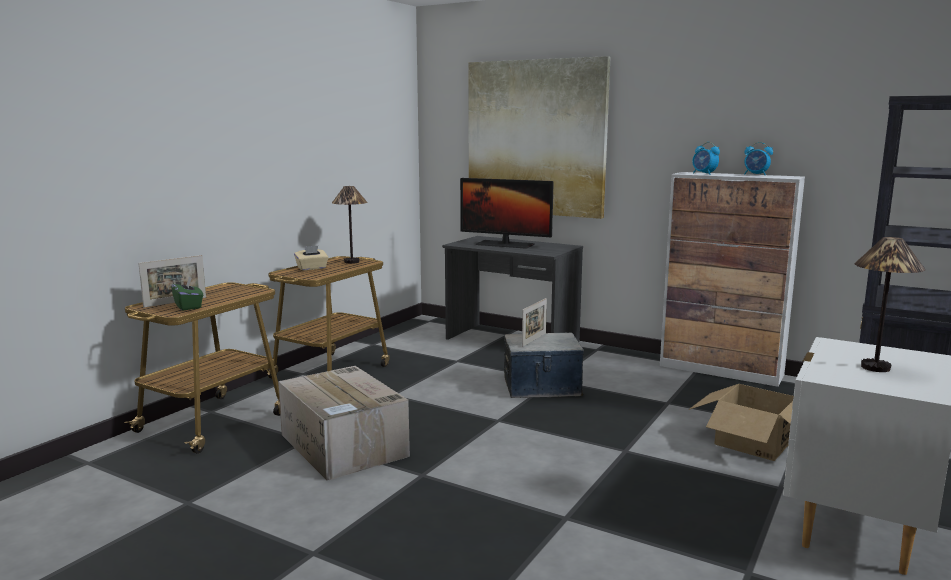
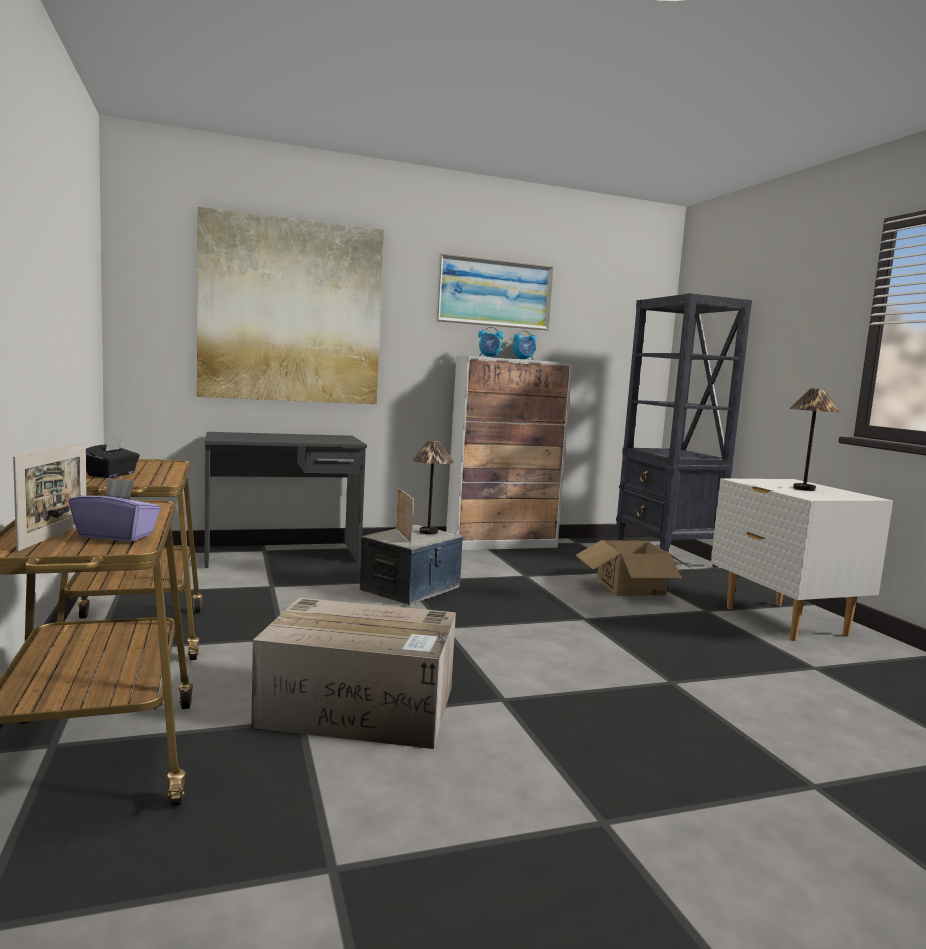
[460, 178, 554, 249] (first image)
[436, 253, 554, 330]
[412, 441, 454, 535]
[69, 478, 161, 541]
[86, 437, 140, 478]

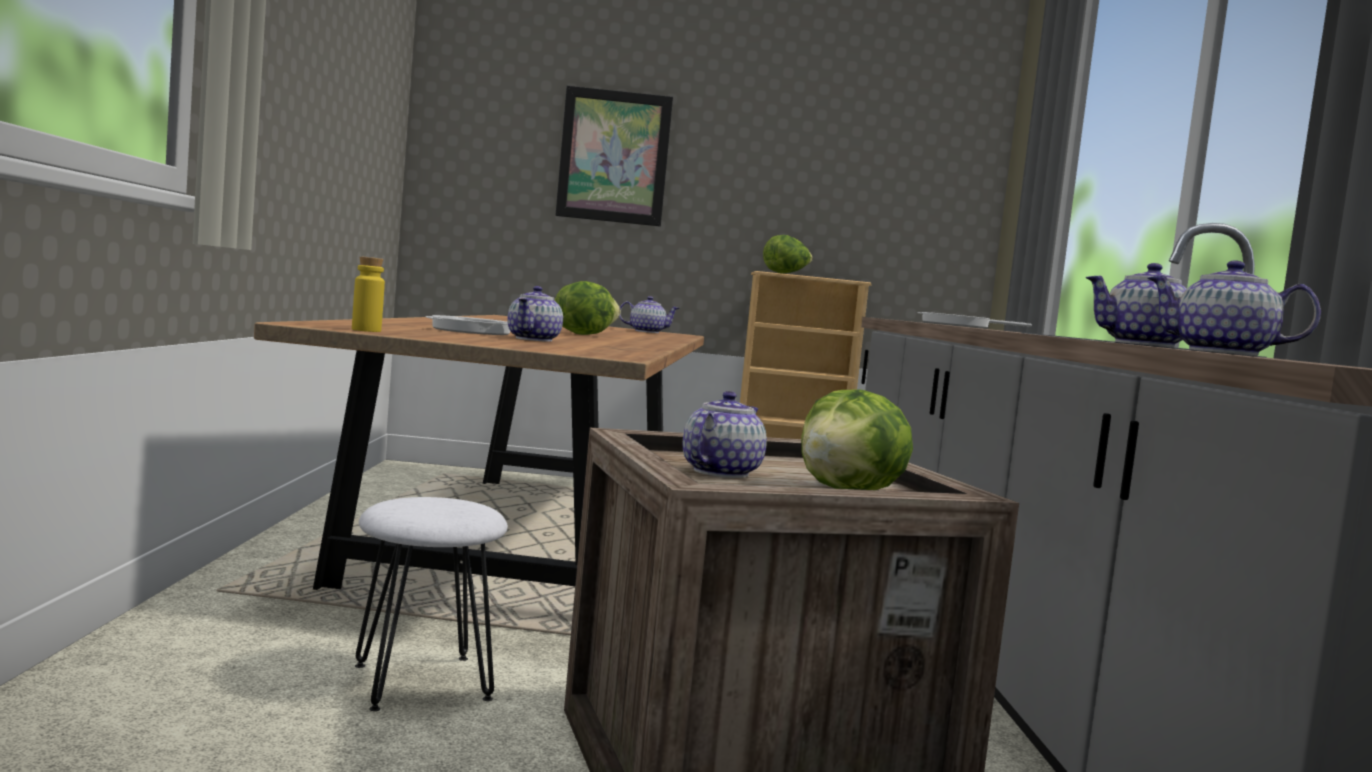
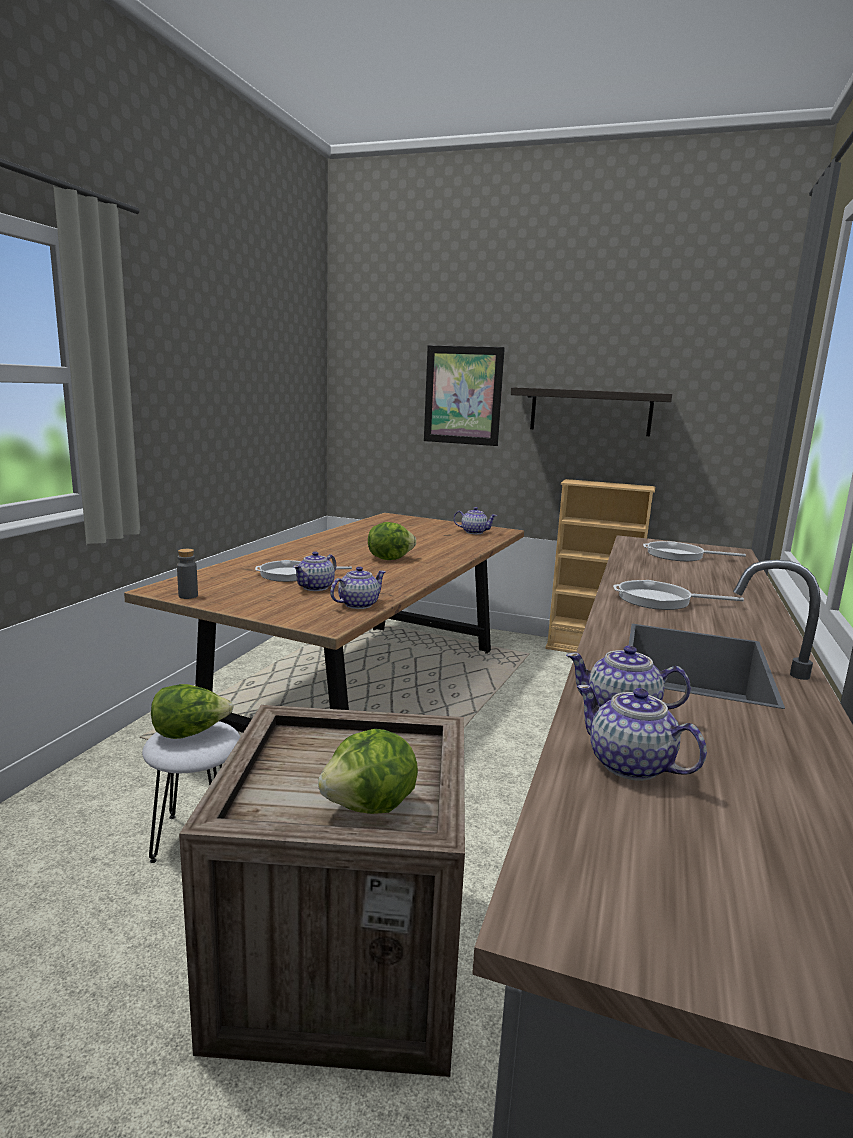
[511, 387, 672, 436]
[613, 580, 744, 610]
[330, 566, 386, 609]
[151, 684, 234, 739]
[177, 549, 198, 599]

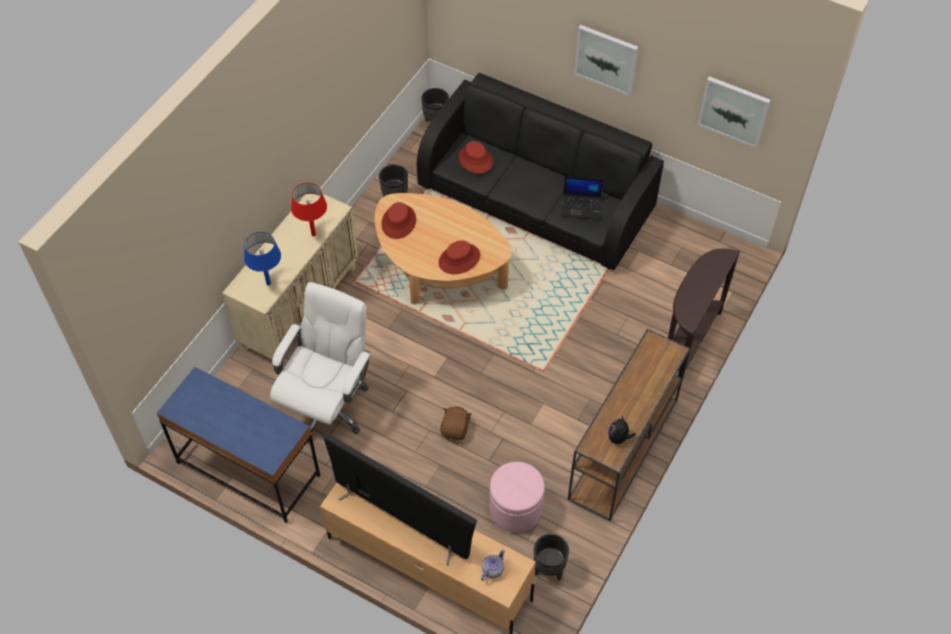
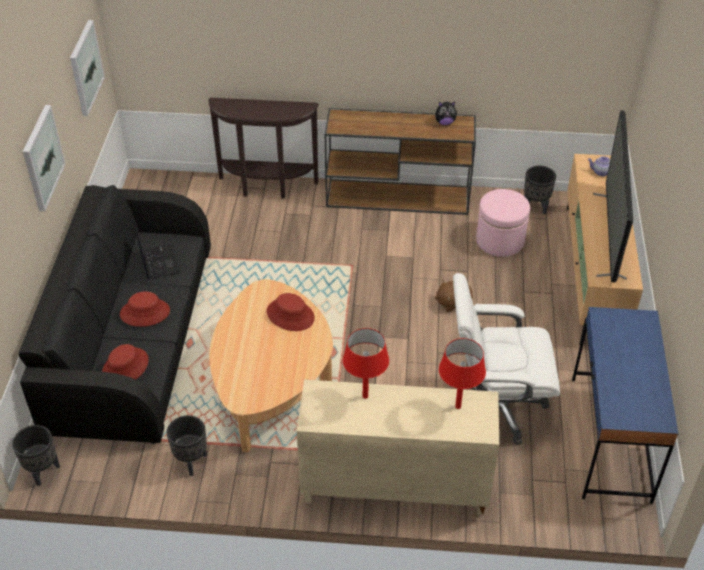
[120, 292, 170, 327]
[439, 338, 486, 409]

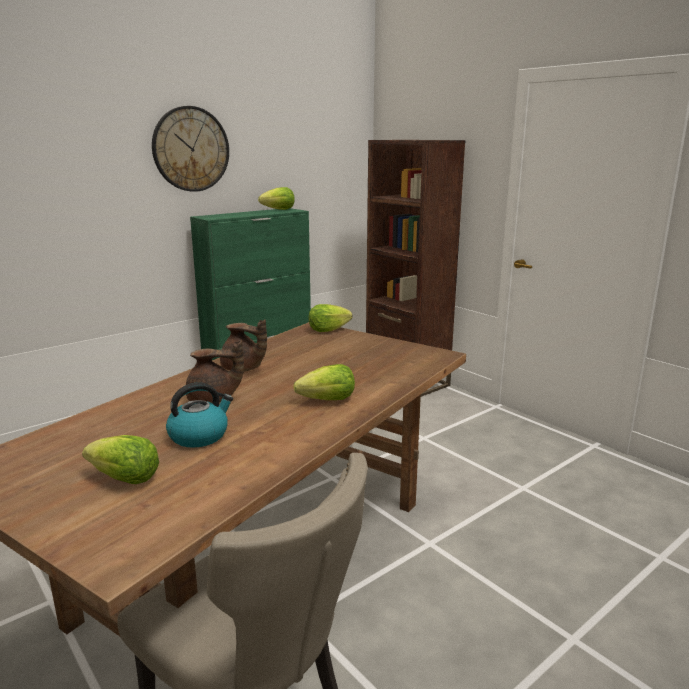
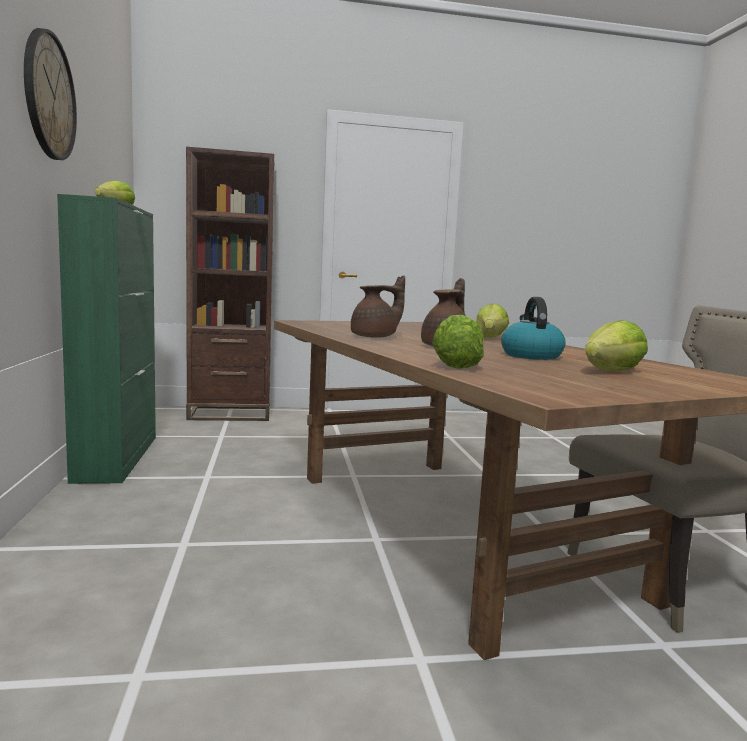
[432, 315, 484, 369]

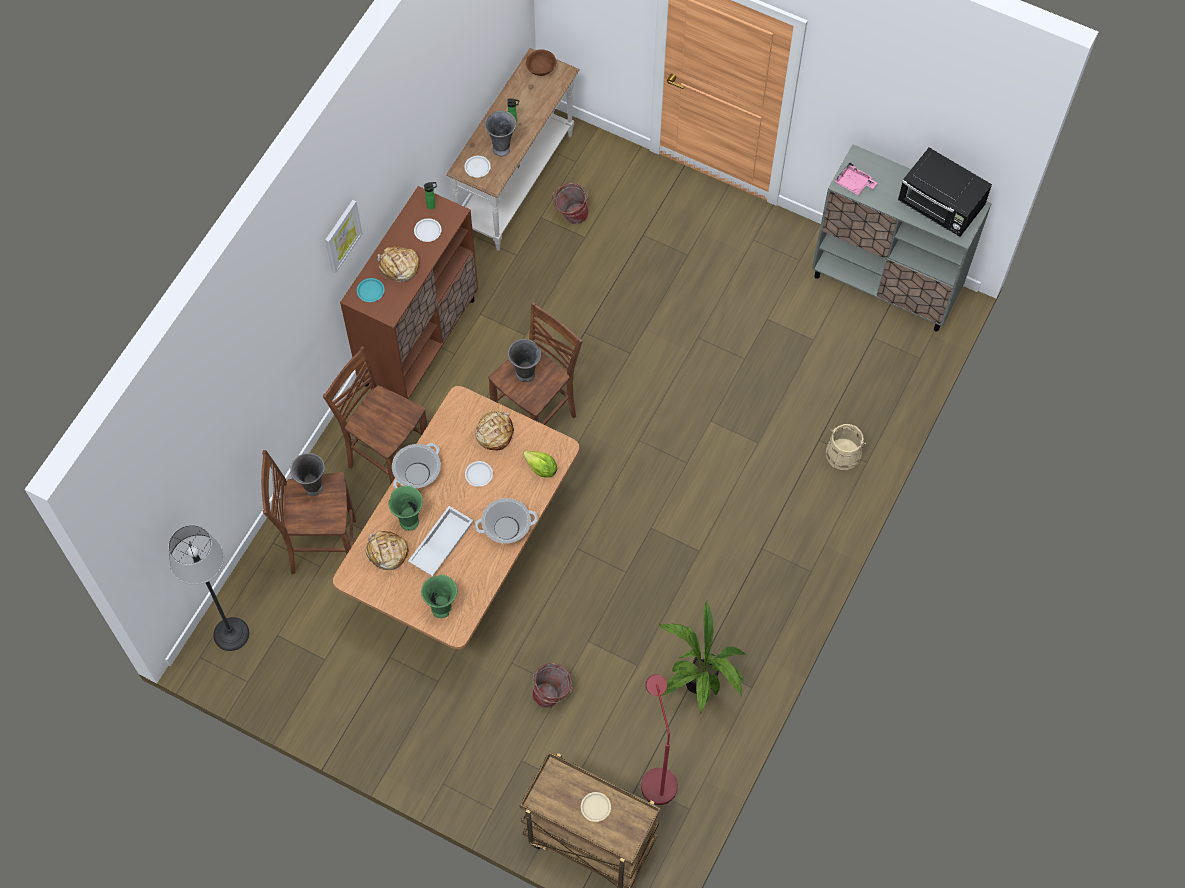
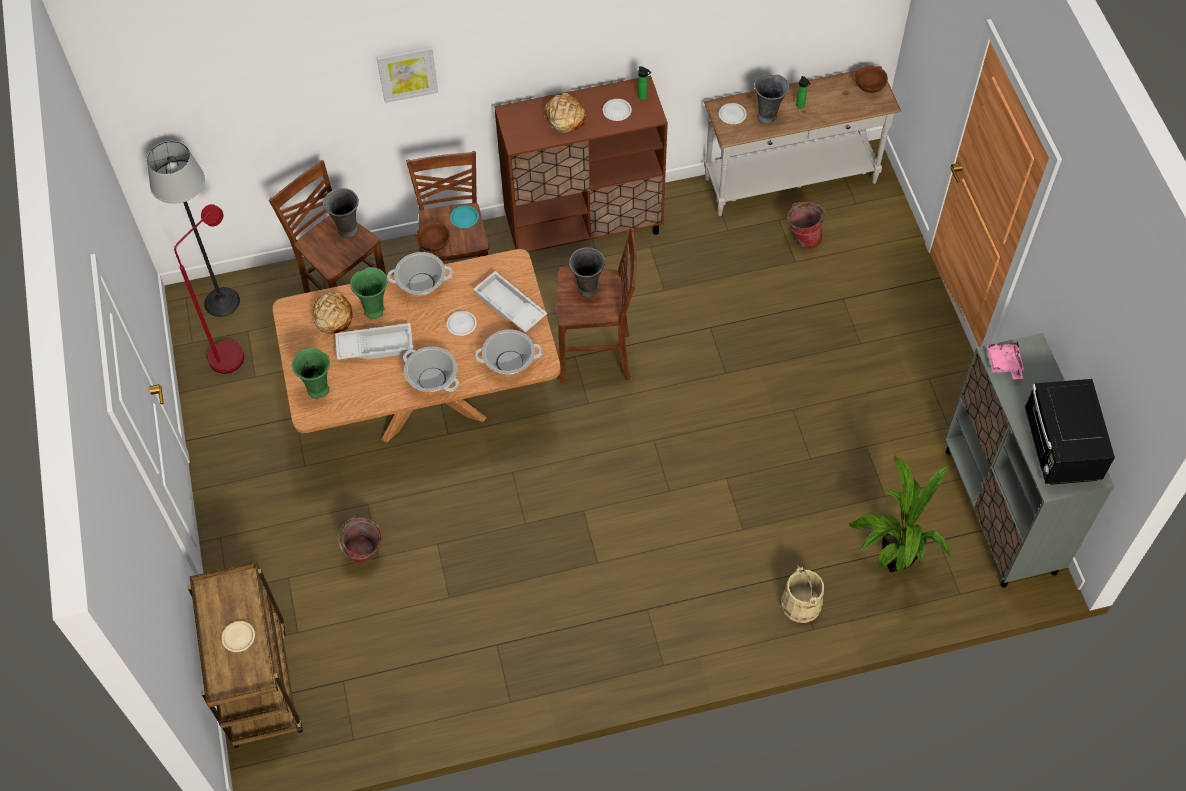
[416, 222, 450, 252]
[376, 46, 438, 103]
[450, 205, 479, 228]
[174, 204, 244, 373]
[849, 455, 951, 573]
[473, 271, 548, 333]
[475, 329, 543, 375]

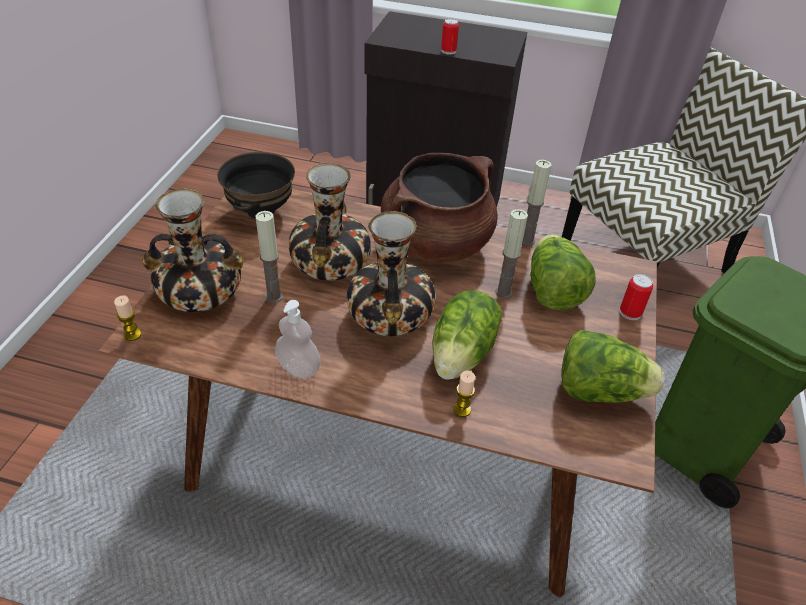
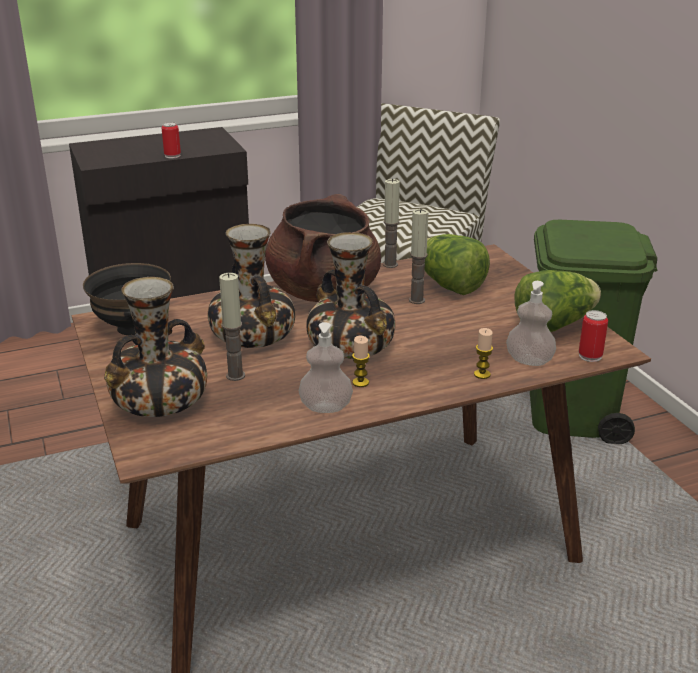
[432, 290, 502, 380] (first image)
[506, 281, 556, 366]
[352, 336, 370, 387]
[579, 310, 608, 362]

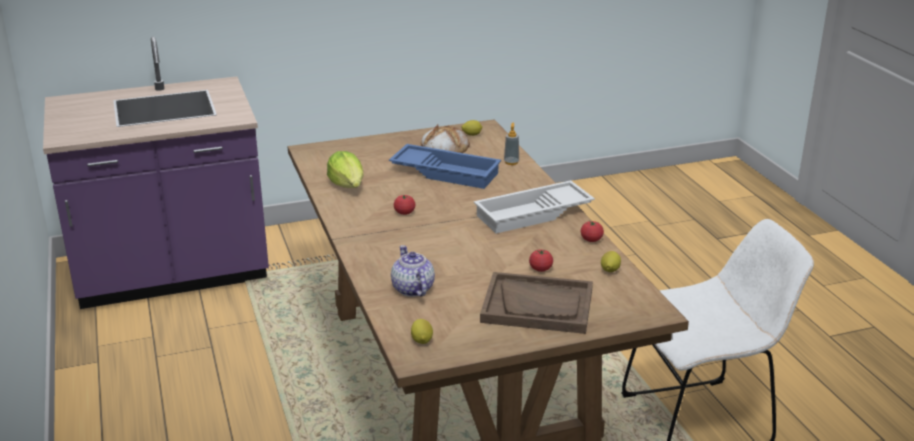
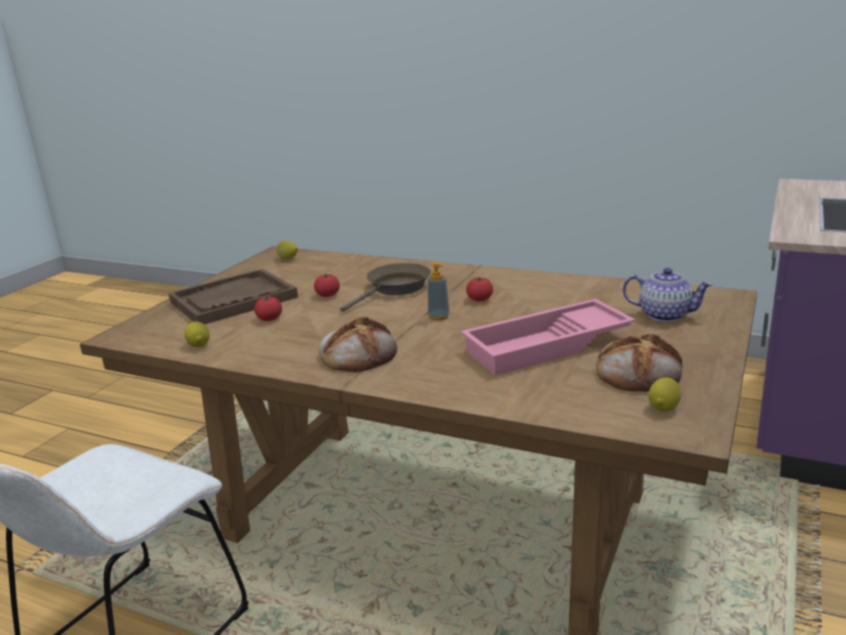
[327, 151, 363, 188] (first image)
[340, 263, 431, 312]
[623, 268, 713, 322]
[427, 262, 450, 321]
[314, 274, 340, 297]
[319, 317, 397, 372]
[461, 299, 636, 375]

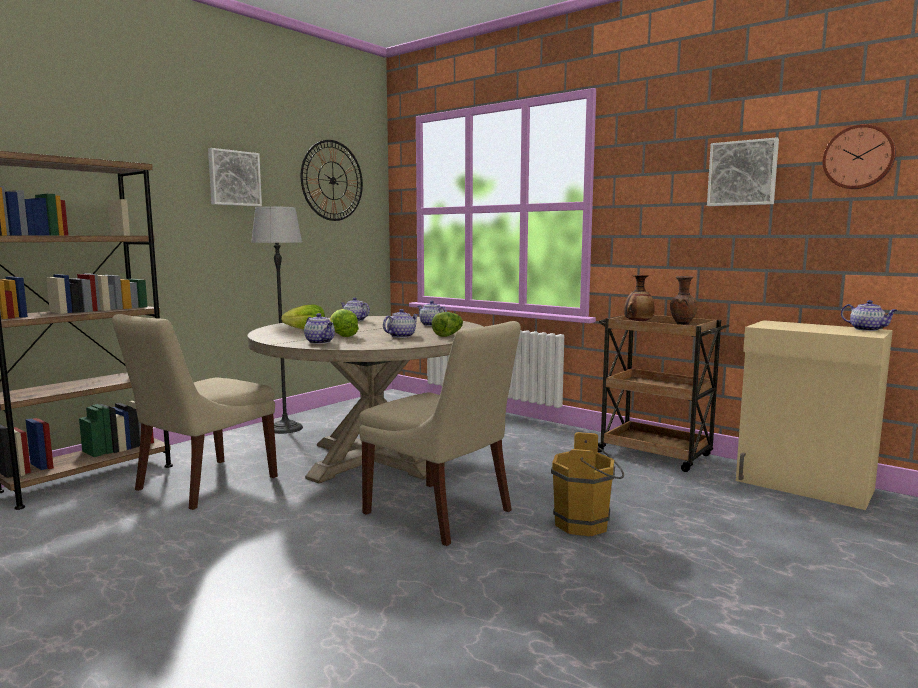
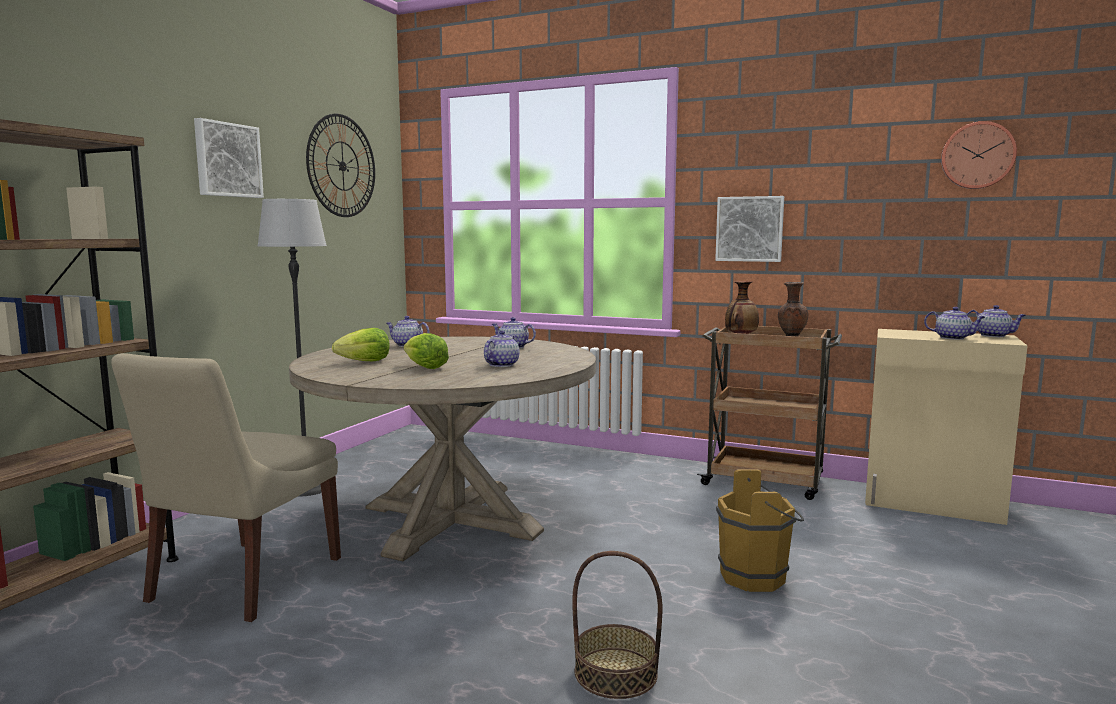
[359, 321, 521, 546] (first image)
[432, 312, 463, 337] (first image)
[572, 551, 662, 699]
[924, 307, 985, 340]
[715, 196, 784, 262]

